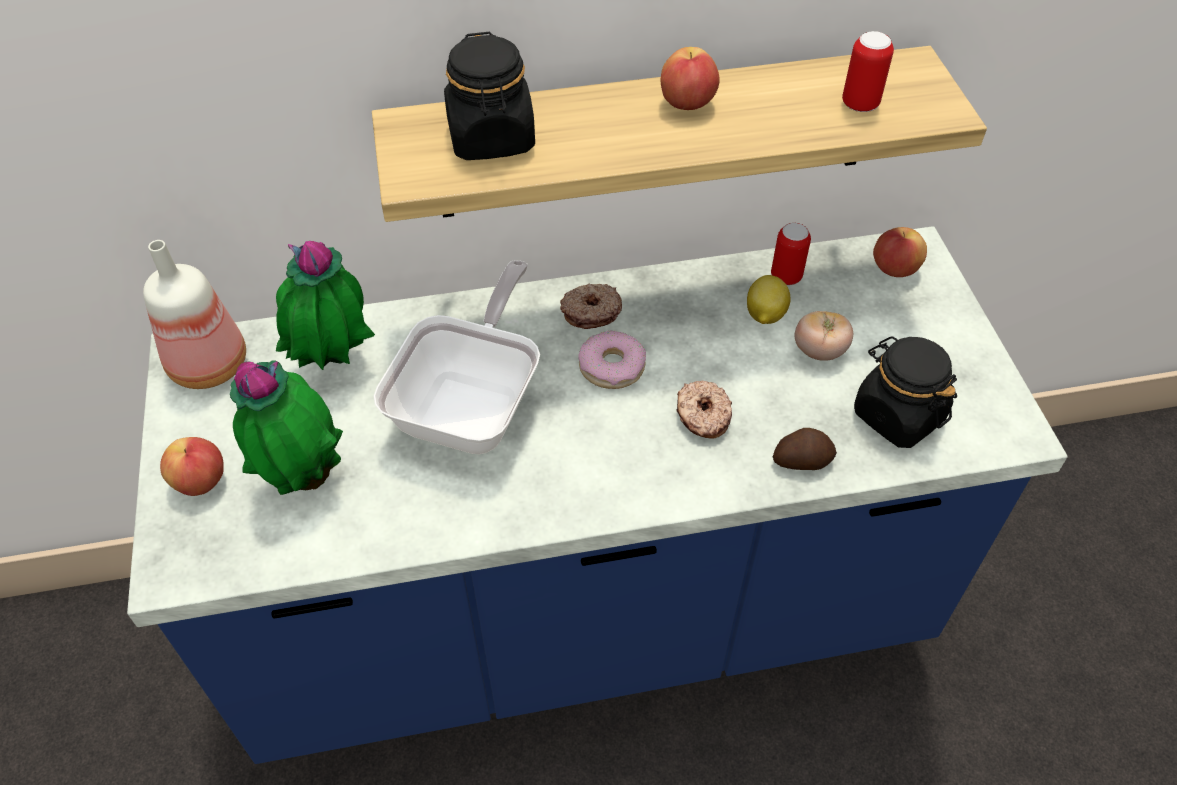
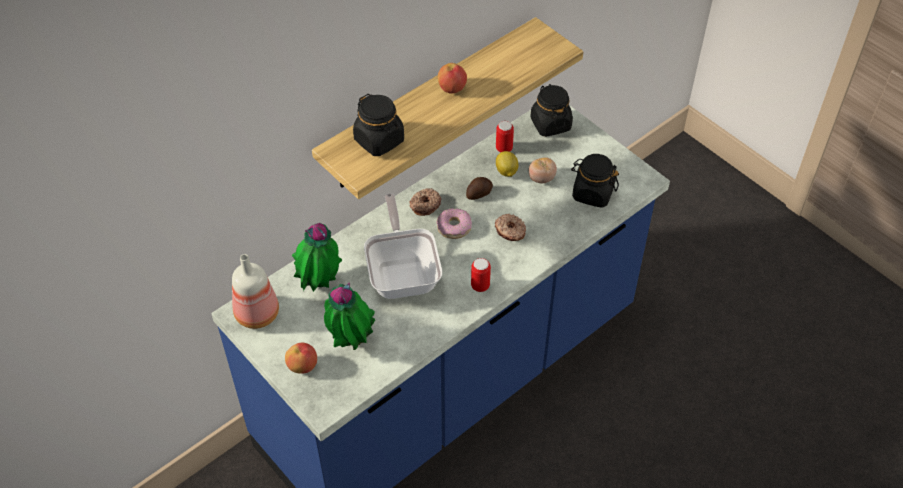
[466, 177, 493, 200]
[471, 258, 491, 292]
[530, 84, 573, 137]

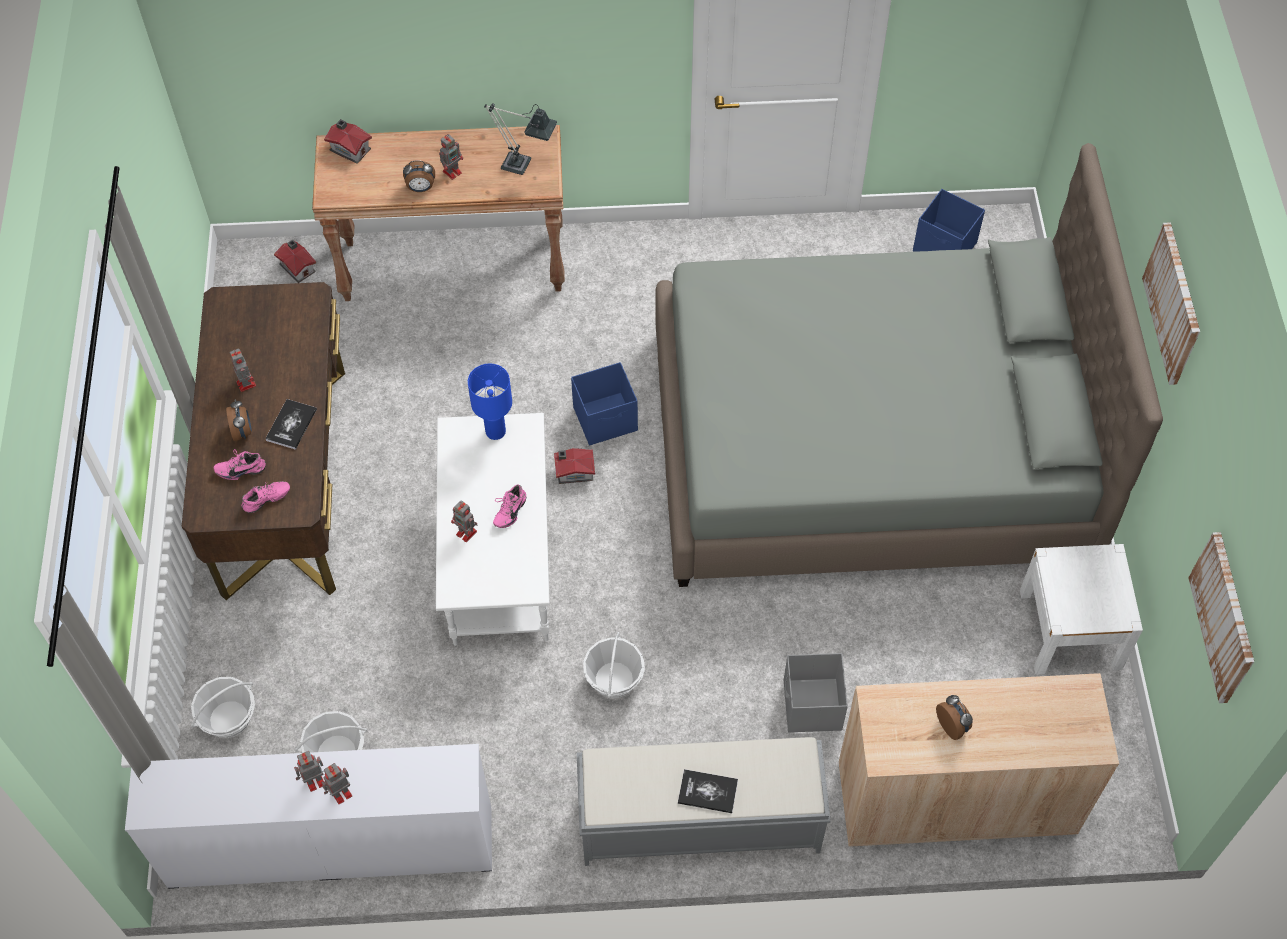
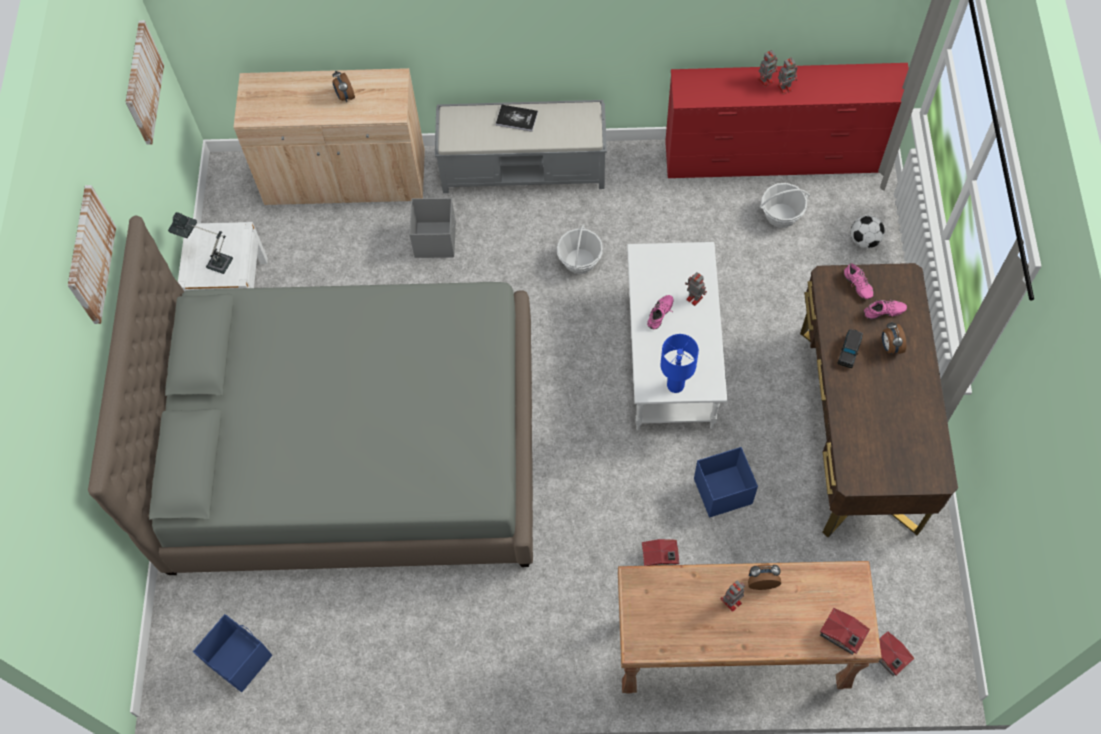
[230, 349, 256, 392] (first image)
[168, 212, 233, 274]
[642, 539, 679, 566]
[694, 447, 758, 517]
[851, 215, 885, 248]
[838, 329, 863, 368]
[665, 63, 909, 178]
[844, 263, 874, 299]

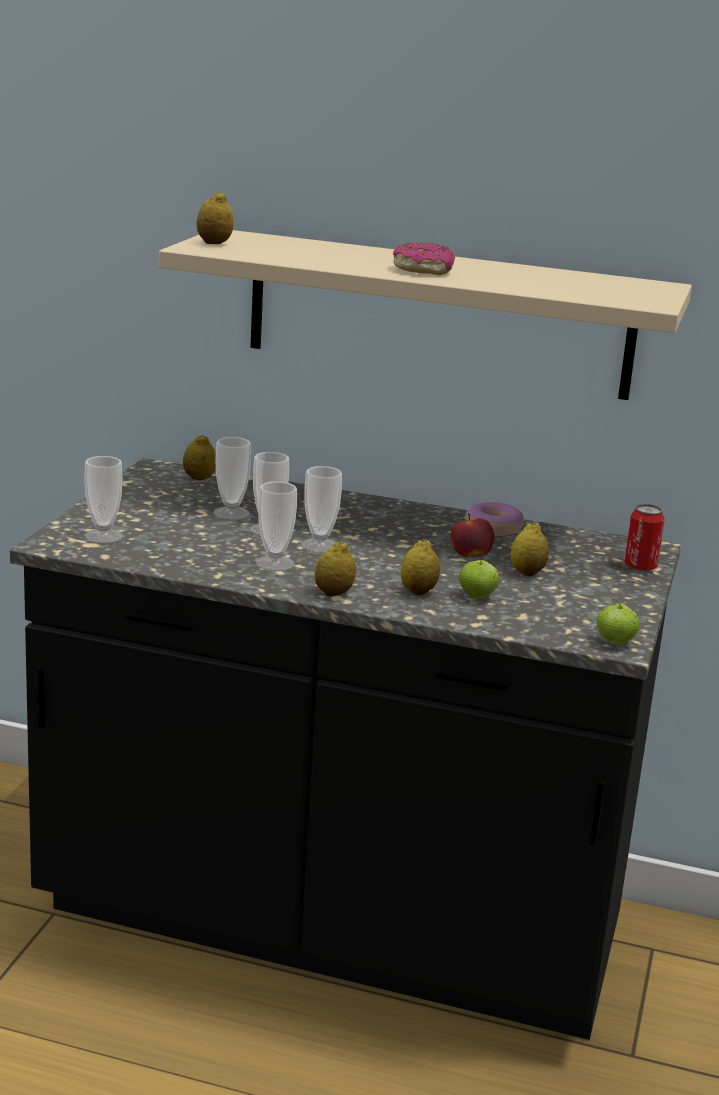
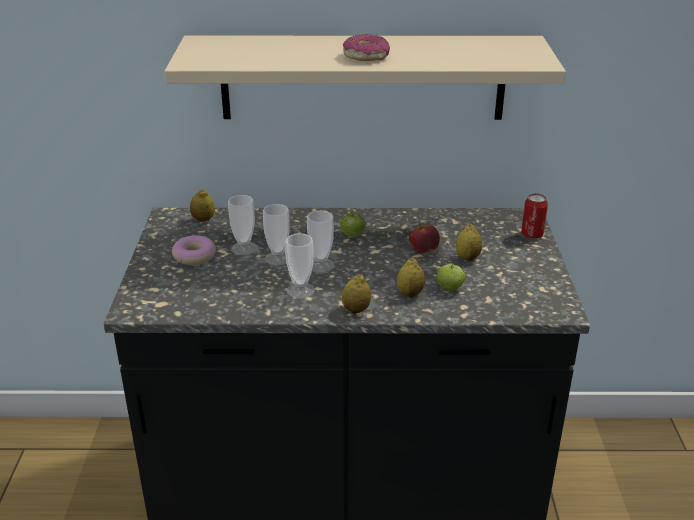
[84, 456, 123, 544] (first image)
[197, 192, 234, 244] (first image)
[172, 235, 216, 265]
[340, 211, 366, 238]

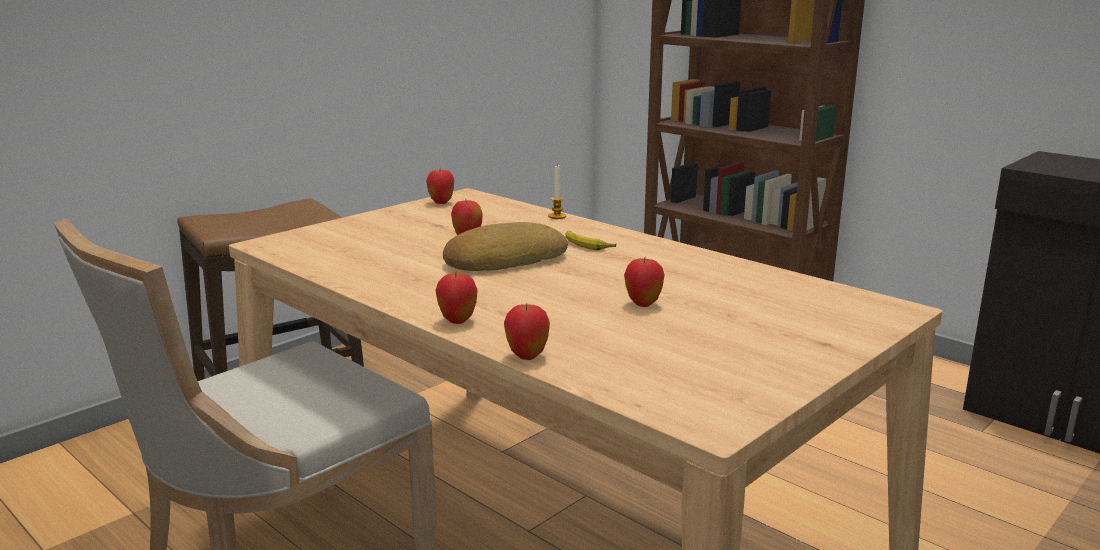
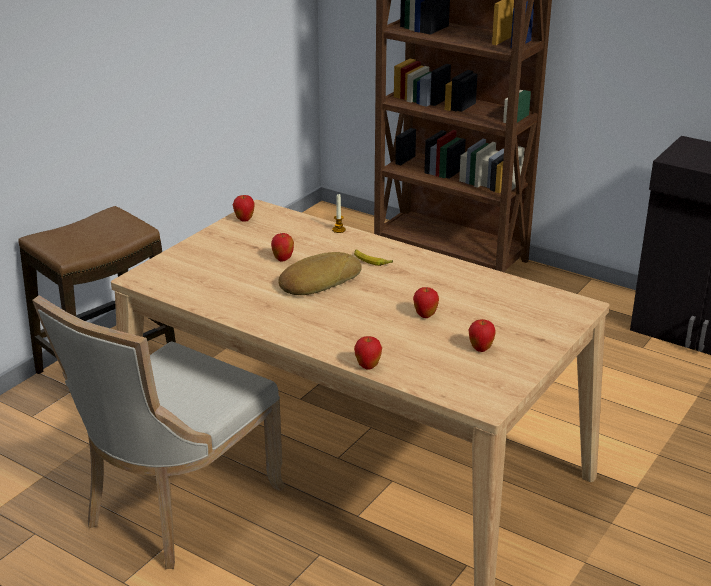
[468, 319, 496, 352]

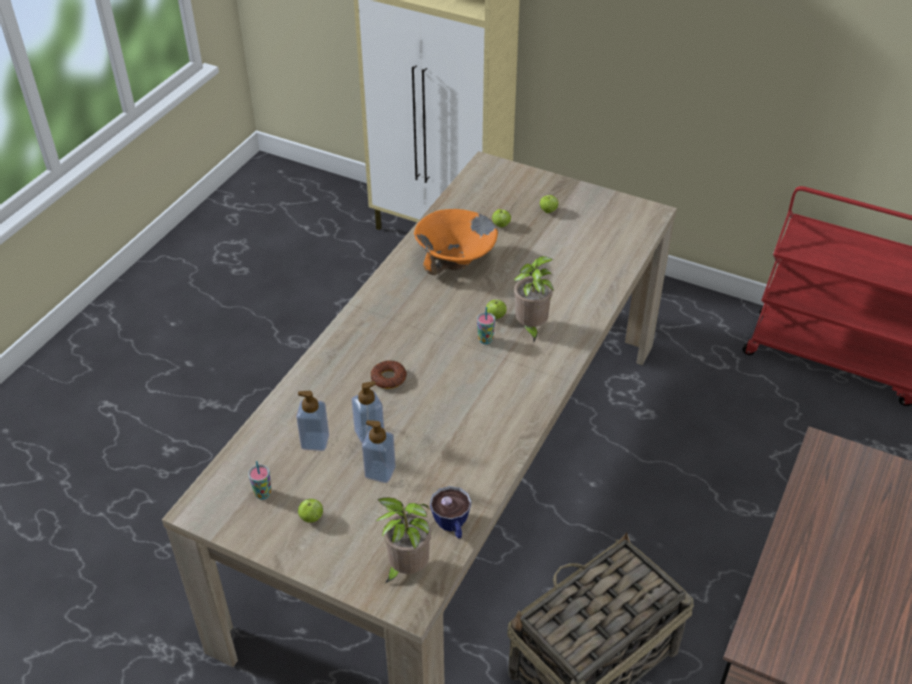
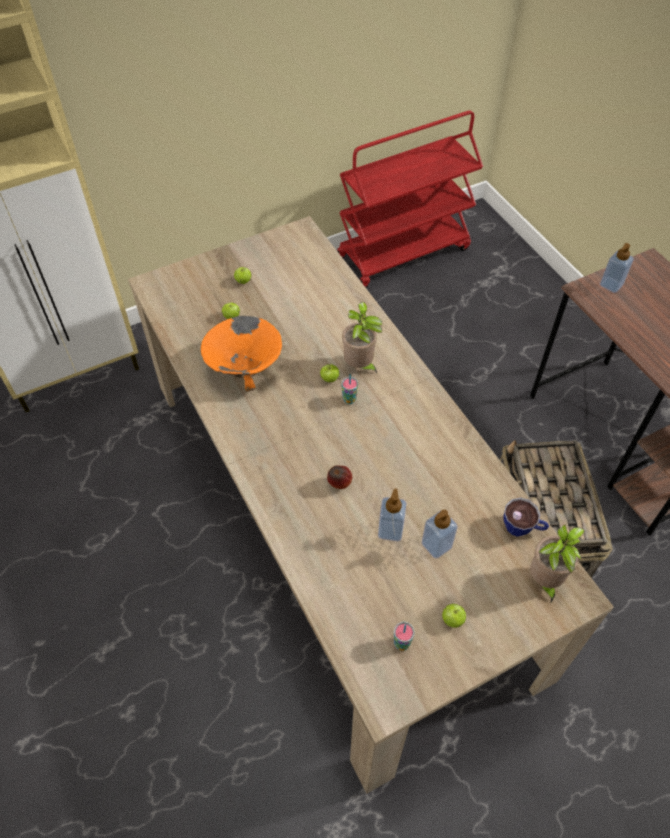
[600, 243, 634, 293]
[327, 466, 352, 489]

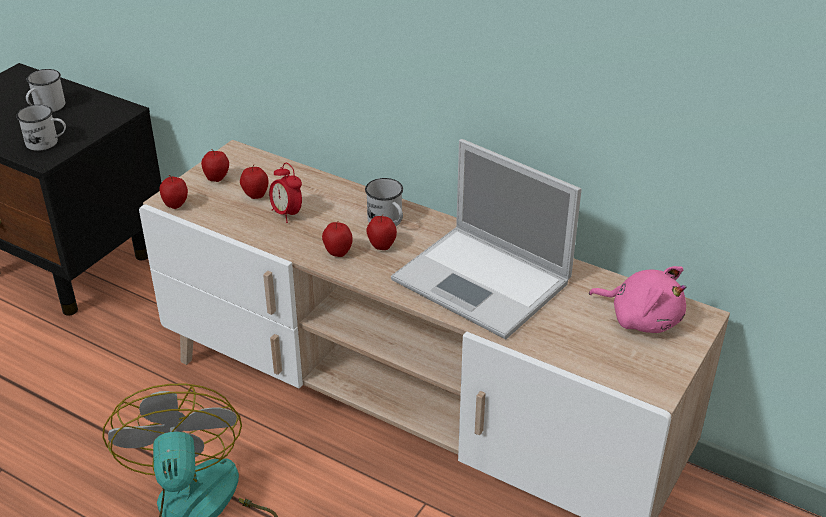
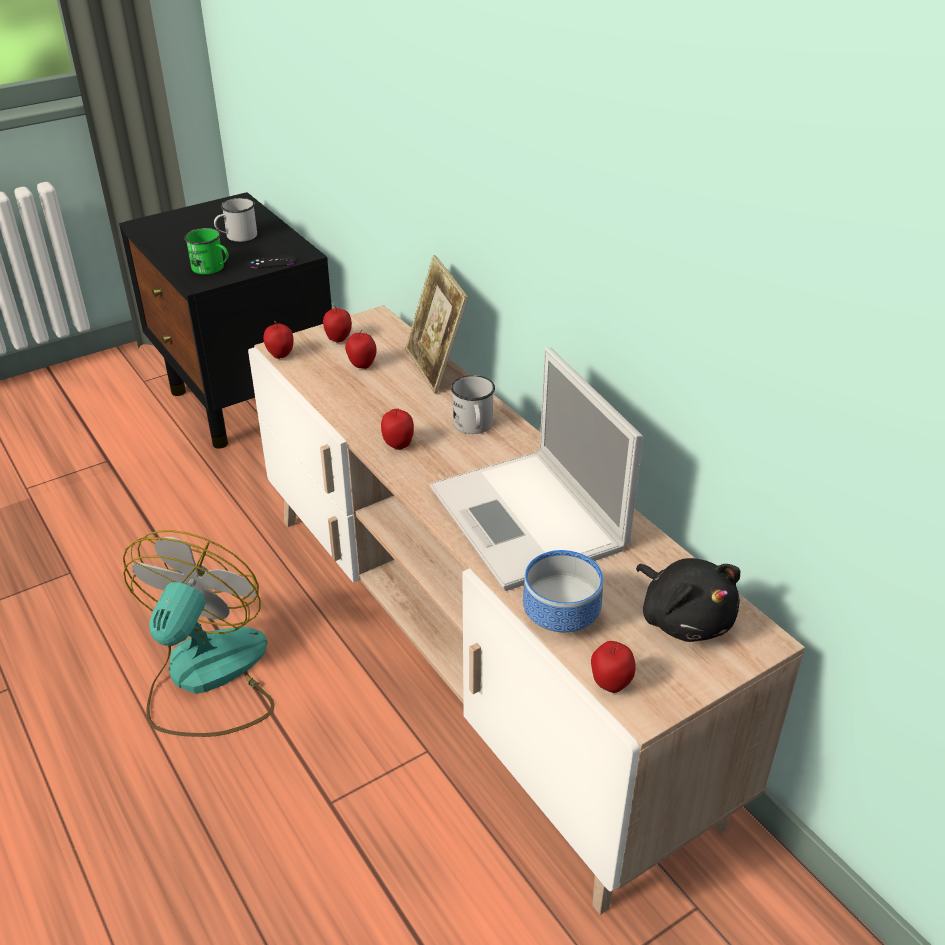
[269, 163, 302, 223] (first image)
[247, 255, 296, 269]
[405, 255, 468, 394]
[523, 550, 603, 632]
[591, 641, 636, 693]
[184, 228, 229, 275]
[636, 558, 740, 642]

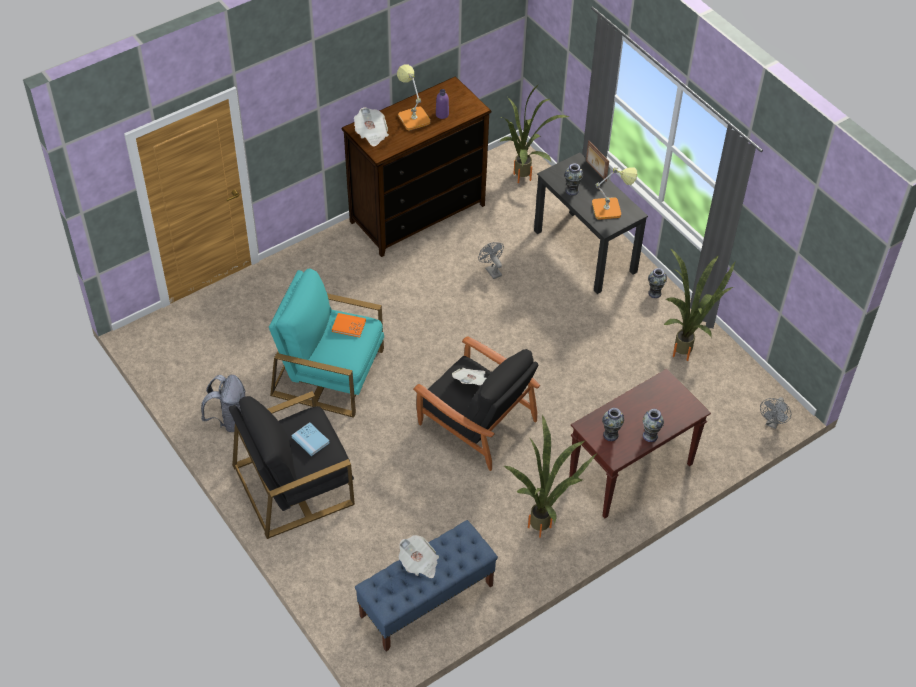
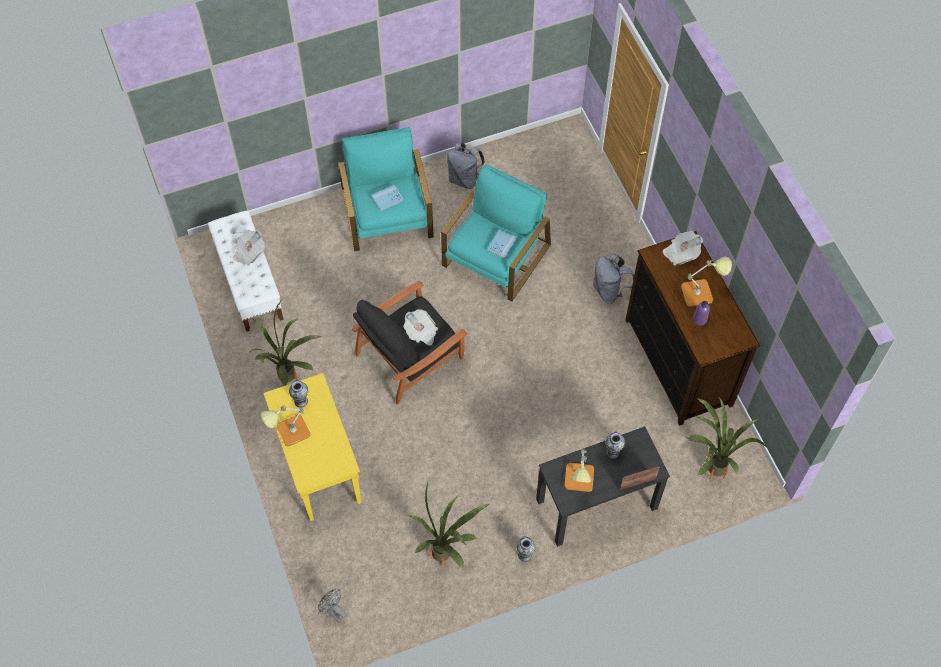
[478, 242, 504, 279] (first image)
[593, 254, 634, 304]
[260, 405, 311, 447]
[338, 127, 434, 251]
[487, 230, 517, 259]
[208, 210, 284, 332]
[263, 373, 361, 521]

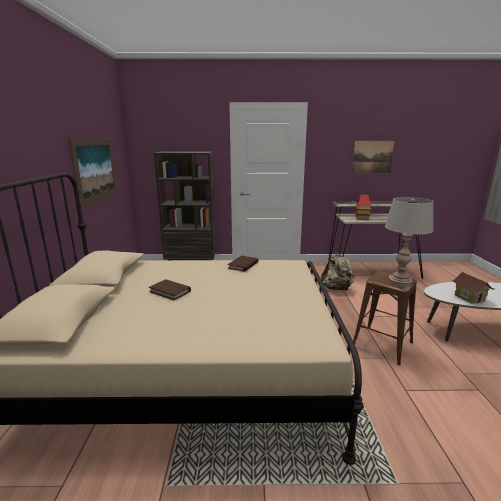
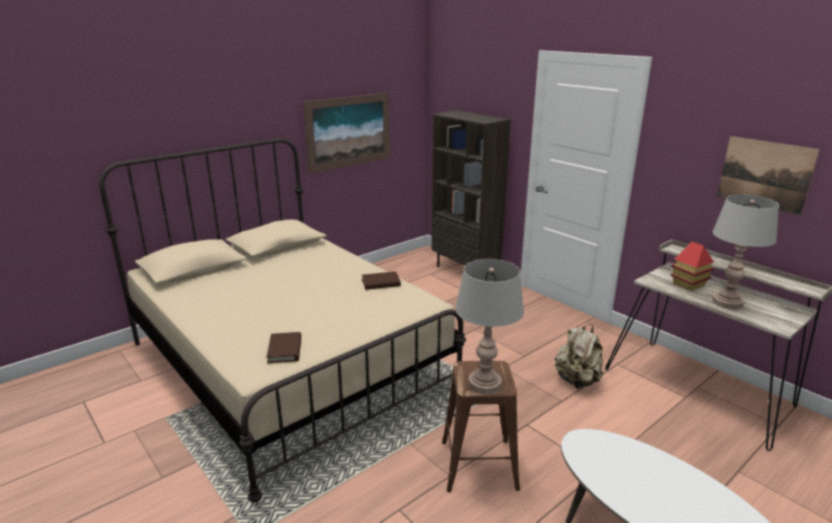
[452, 272, 494, 304] (first image)
[712, 195, 779, 310]
[266, 332, 301, 363]

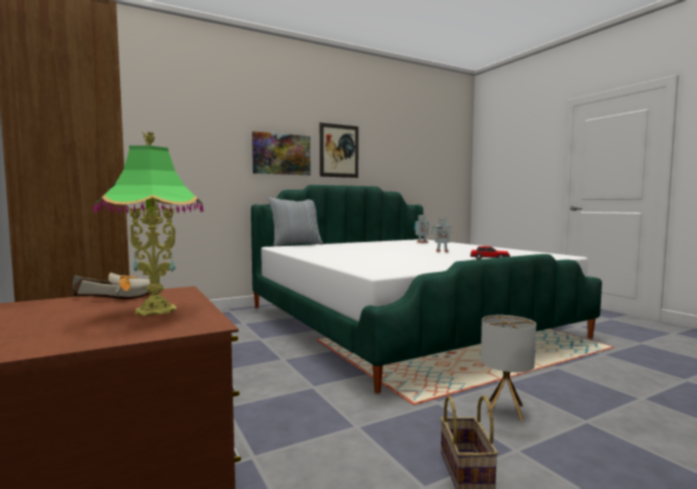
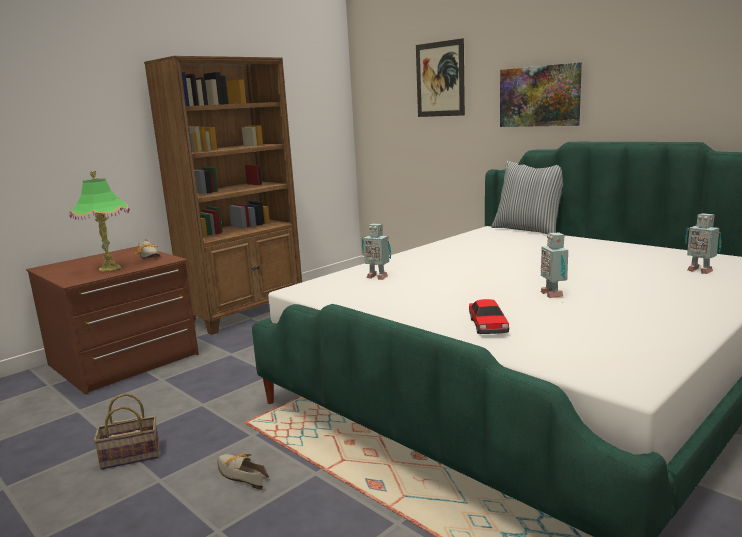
[362, 224, 391, 280]
[416, 38, 465, 117]
[217, 453, 269, 490]

